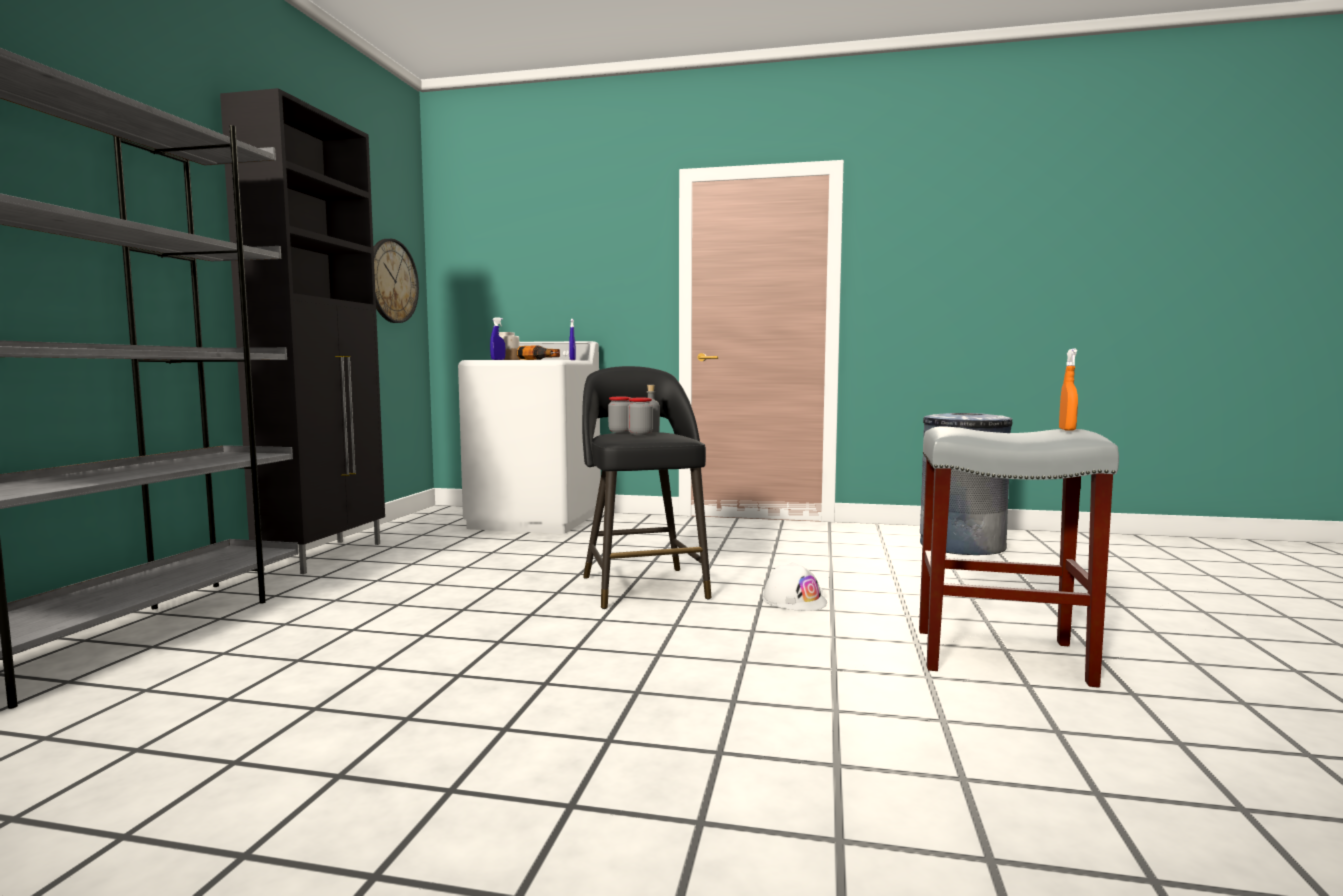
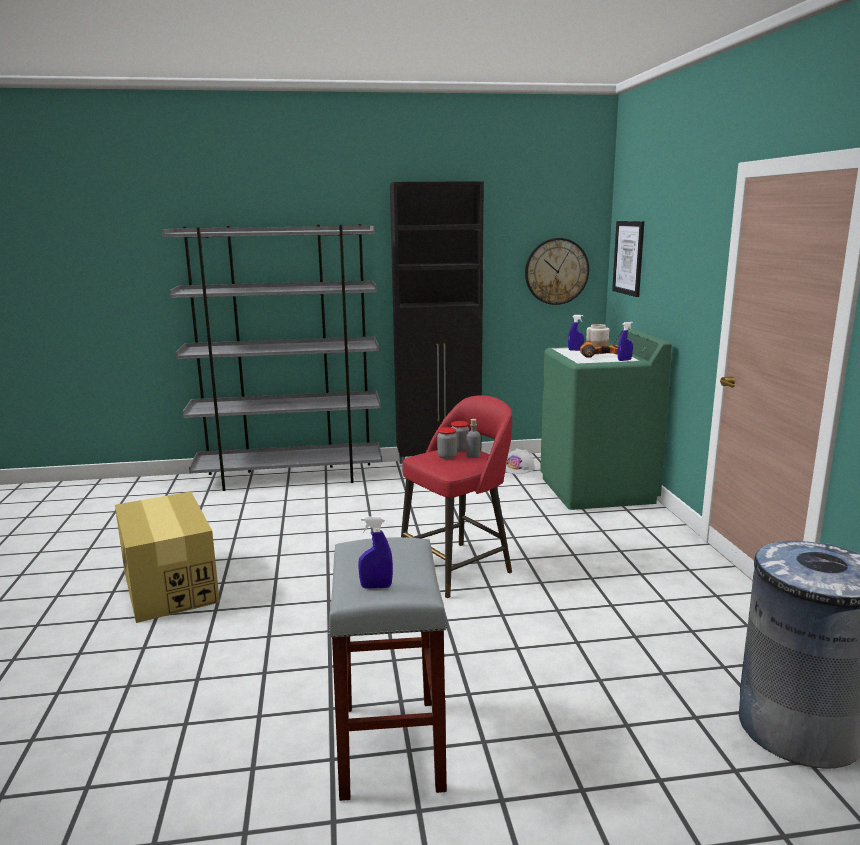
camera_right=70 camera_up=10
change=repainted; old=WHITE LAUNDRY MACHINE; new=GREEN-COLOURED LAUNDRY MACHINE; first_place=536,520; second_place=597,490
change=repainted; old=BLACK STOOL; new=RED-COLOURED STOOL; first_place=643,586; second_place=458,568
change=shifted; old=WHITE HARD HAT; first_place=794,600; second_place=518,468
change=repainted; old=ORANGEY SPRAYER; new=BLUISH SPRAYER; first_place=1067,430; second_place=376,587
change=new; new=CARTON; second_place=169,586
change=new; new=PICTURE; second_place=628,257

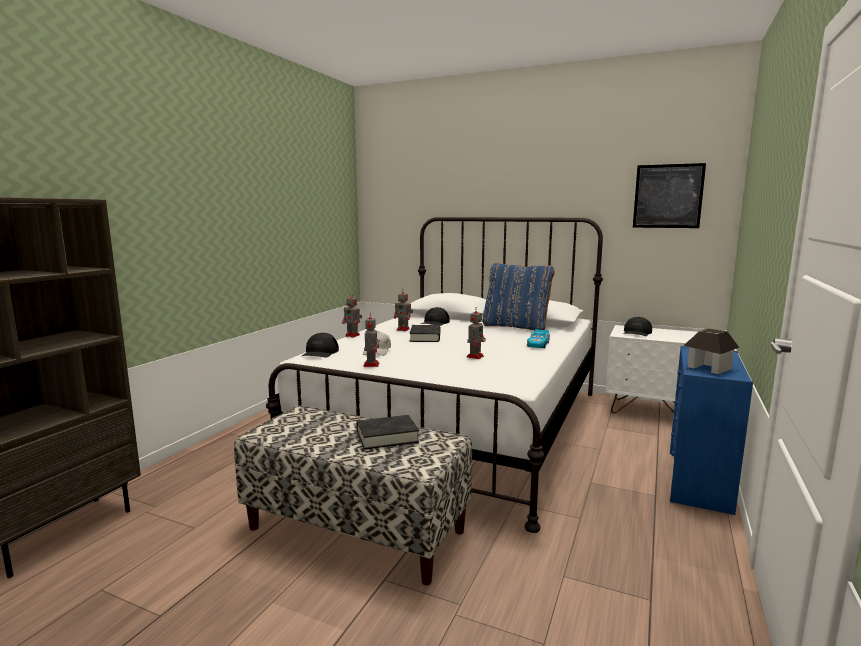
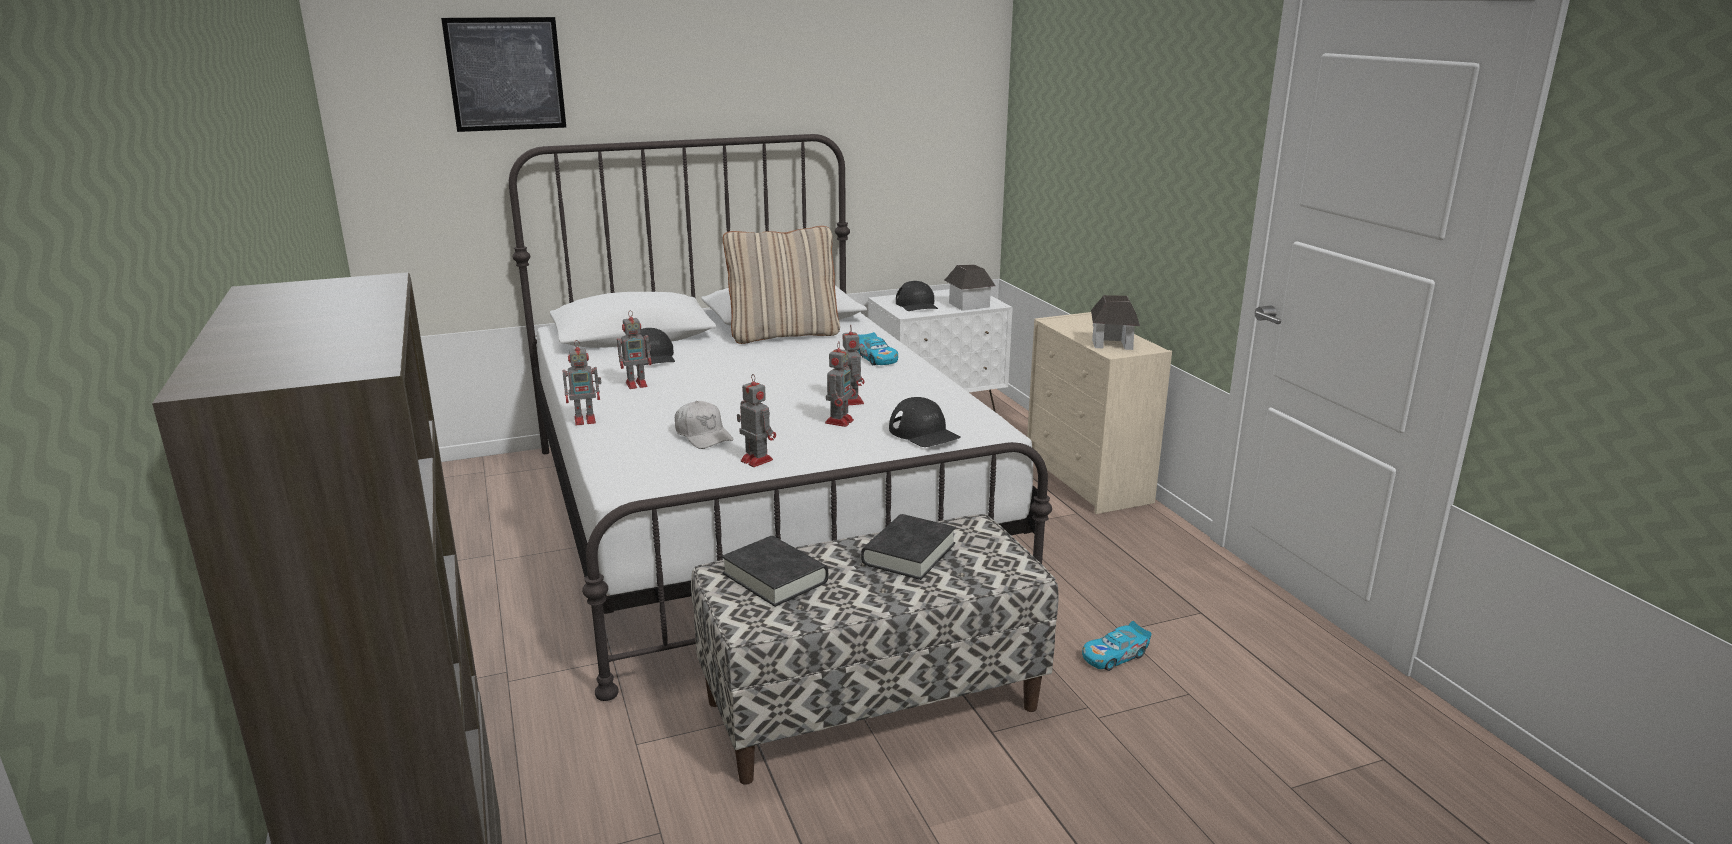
camera_right=-45 camera_up=10
change=shifted; old=BLACK PEAKED CAP; first_place=320,352; second_place=924,433
change=shifted; old=BLACK VOLUME; first_place=425,337; second_place=775,578
change=repainted; old=BLUISH PILLOW; new=SAND-COLOURED PILLOW; first_place=516,327; second_place=784,334
change=shifted; old=PICTURE; first_place=668,196; second_place=505,74
change=repainted; old=BLUISH CHEST OF DRAWERS; new=SAND-COLOURED CHEST OF DRAWERS; first_place=699,481; second_place=1088,481
change=new; new=ROBOT FIGURE; second_place=840,421
change=new; new=MODEL HOUSE; second_place=969,305
change=new; new=TOY CAR; second_place=1114,655

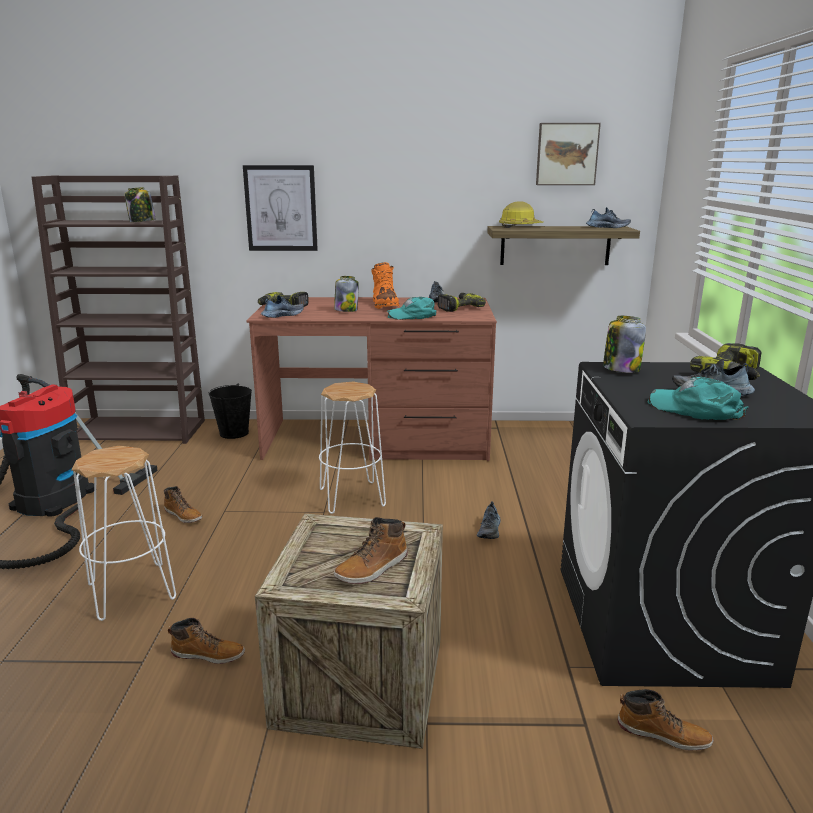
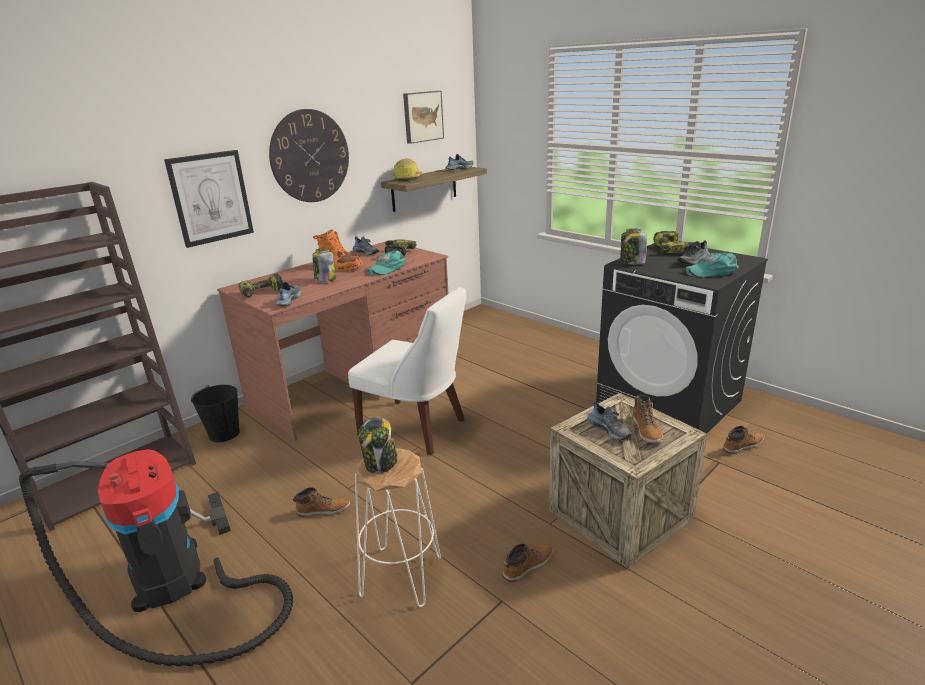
camera_right=-45 camera_up=5
change=shifted; old=PRESERVE JAR; first_place=142,222; second_place=381,463
change=swapped; old=WHITE STOOL; new=WHITE PLAIN CHAIR; first_place=351,497; second_place=416,428
change=shifted; old=SHOE; first_place=490,530; second_place=610,429
change=new; new=CLOCK ON THE WALL; second_place=310,156

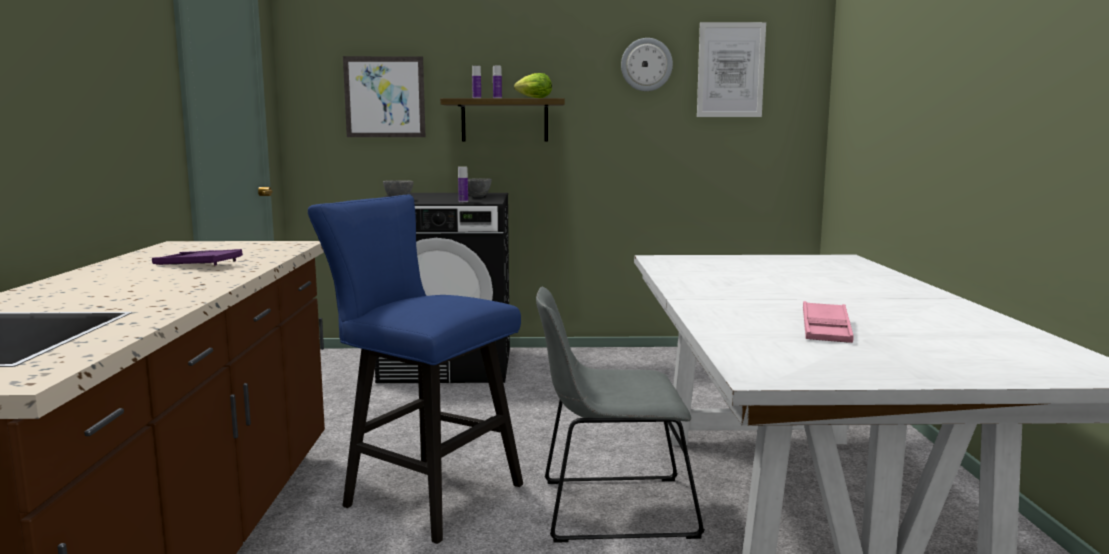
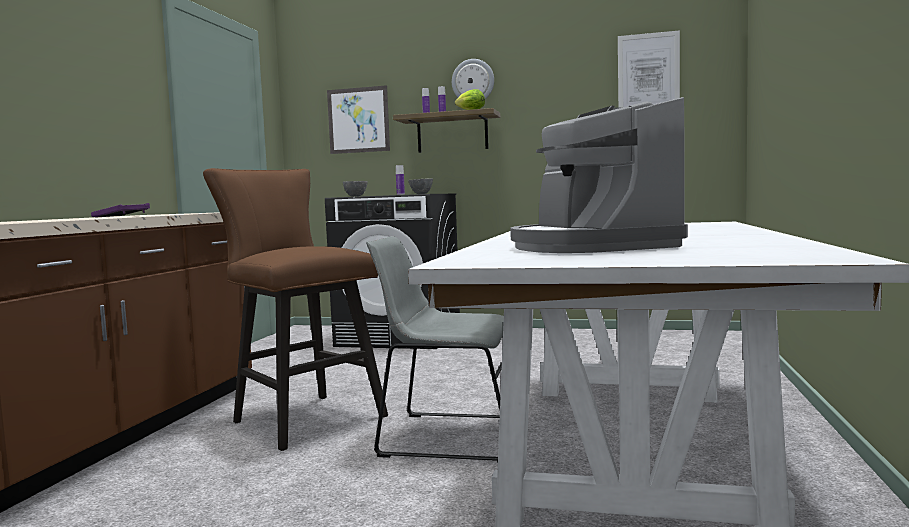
camera_right=15 camera_up=-5
change=repainted; old=BLUISH STOOL; new=BROWNISH STOOL; first_place=423,494; second_place=302,418
change=shifted; old=CLOCK ON THE WALL; first_place=646,64; second_place=473,81
change=swapped; old=PINKISH CARRYING TRAY; new=COFFEE MACHINE; first_place=826,329; second_place=589,246

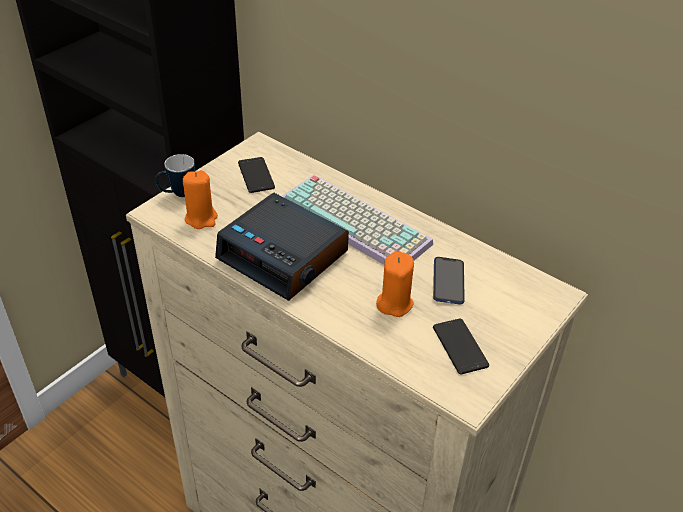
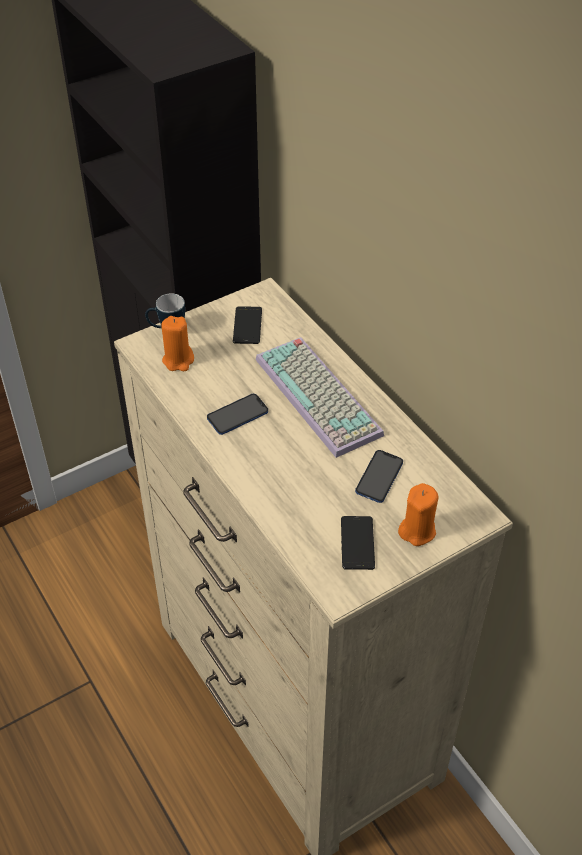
camera_right=20 camera_up=5
change=swapped; old=ALARM CLOCK; new=HANDSET; first_place=284,256; second_place=237,415
change=shifted; old=ORANGEY WAX LIGHT; first_place=394,303; second_place=417,530

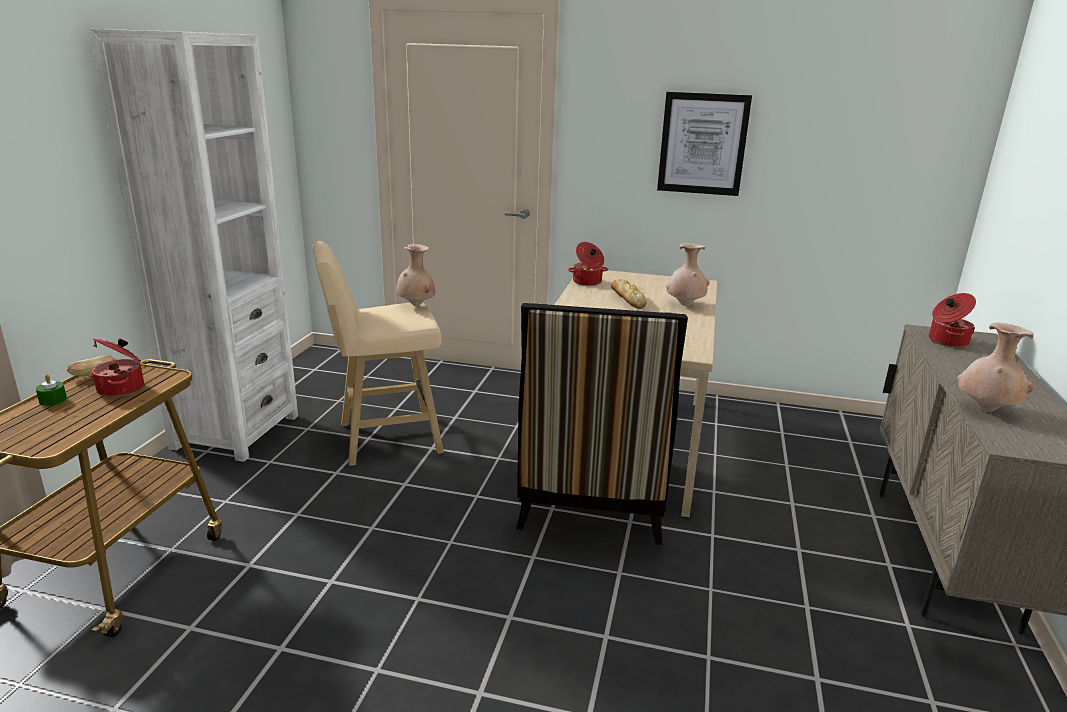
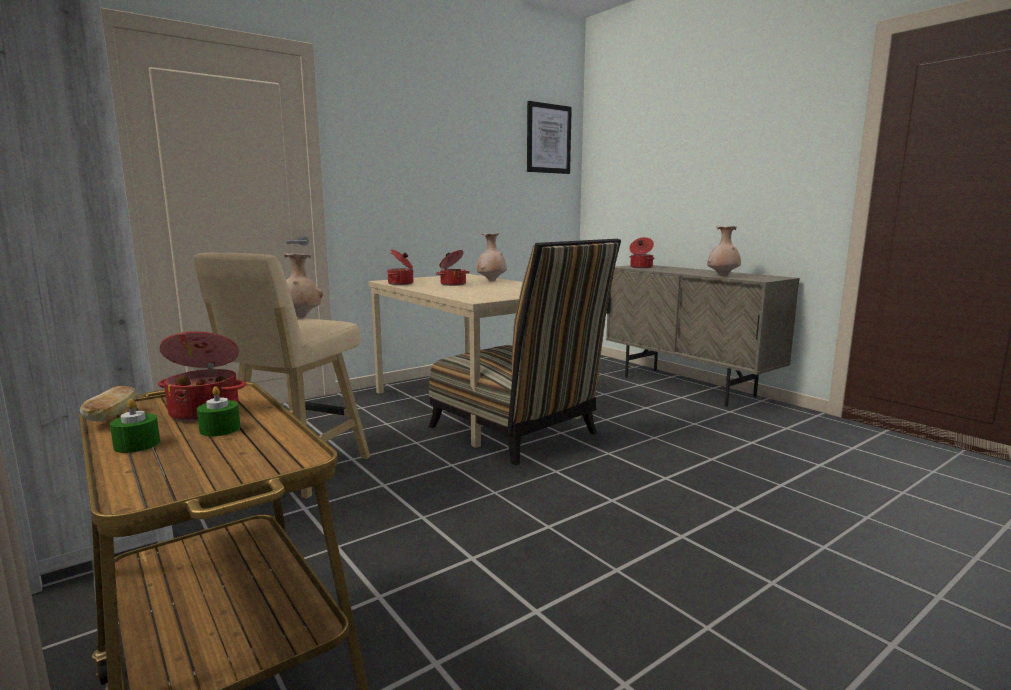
camera_right=-50 camera_up=-10
change=swapped; old=BAKED BREAD; new=STOCKPOT; first_place=627,298; second_place=452,284
change=shifted; old=PICTURE; first_place=703,144; second_place=548,139
change=new; new=GREEN-COLOURED WAX LIGHT; second_place=220,429

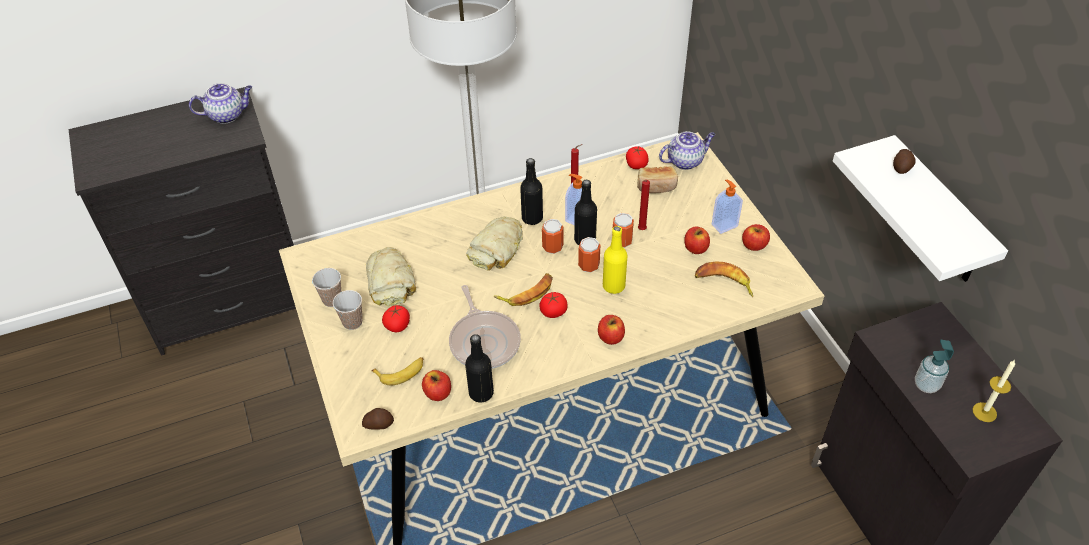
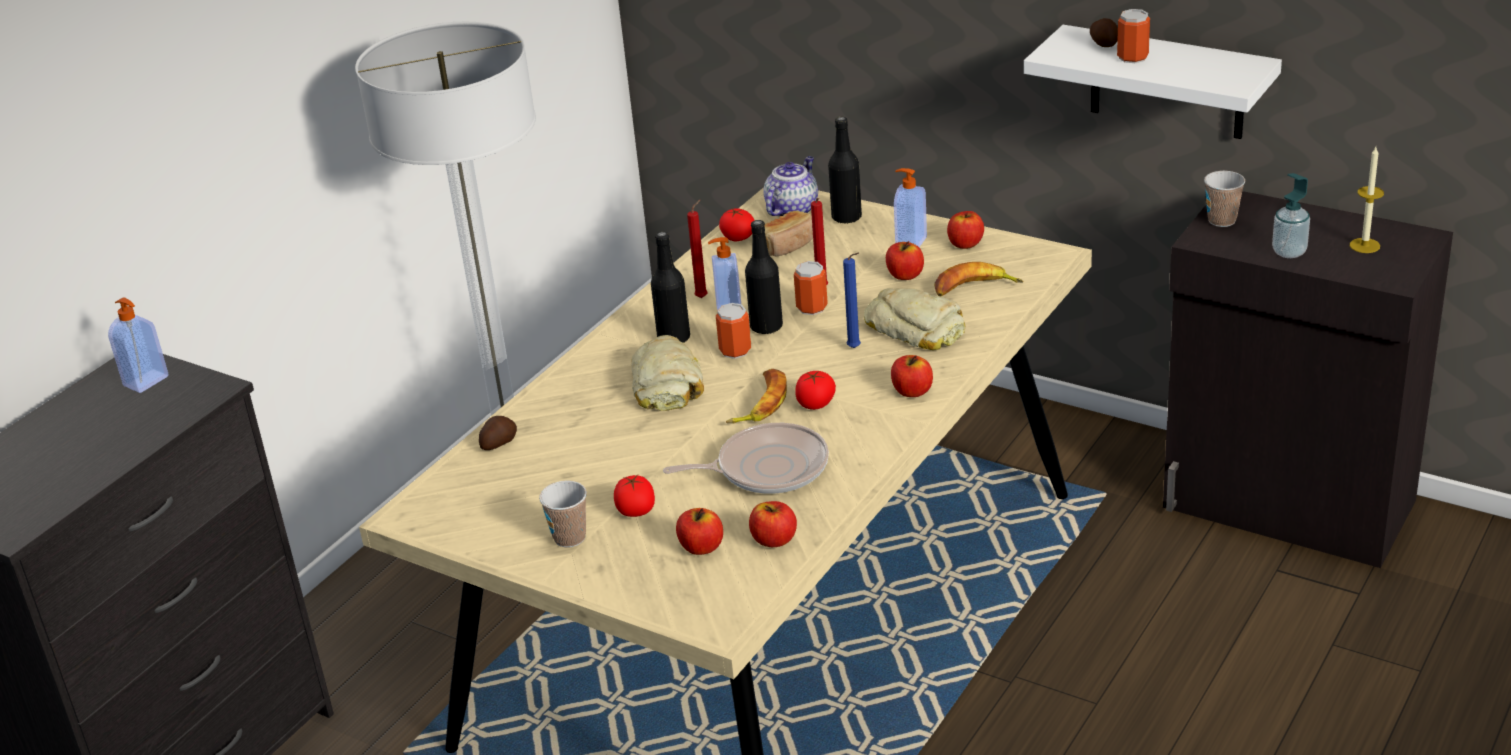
camera_right=-35 camera_up=-15
change=swapped; old=TEA POT; new=LIQUID SOAP BOTTLE; first_place=227,115; second_place=147,381
change=shifted; old=DRINKING CUP; first_place=332,300; second_place=1222,220
change=shifted; old=POTATO; first_place=378,424; second_place=498,443
change=shifted; old=BAKED BREAD; first_place=390,282; second_place=916,329
change=swapped; old=WHOLE BANANA; new=APPLE FRUIT; first_place=401,372; second_place=701,547
change=rotated; old=PAN; first_place=484,341; second_place=766,468; degrees=-45
change=shifted; old=BLACK DRINK BOTTLE; first_place=481,393; second_place=846,217
change=shifted; old=METAL CAN; first_place=589,265; second_place=1132,57
change=swapped; old=YELLOWISH DRINK BOTTLE; new=BLUISH WAX LIGHT; first_place=613,286; second_place=855,348

